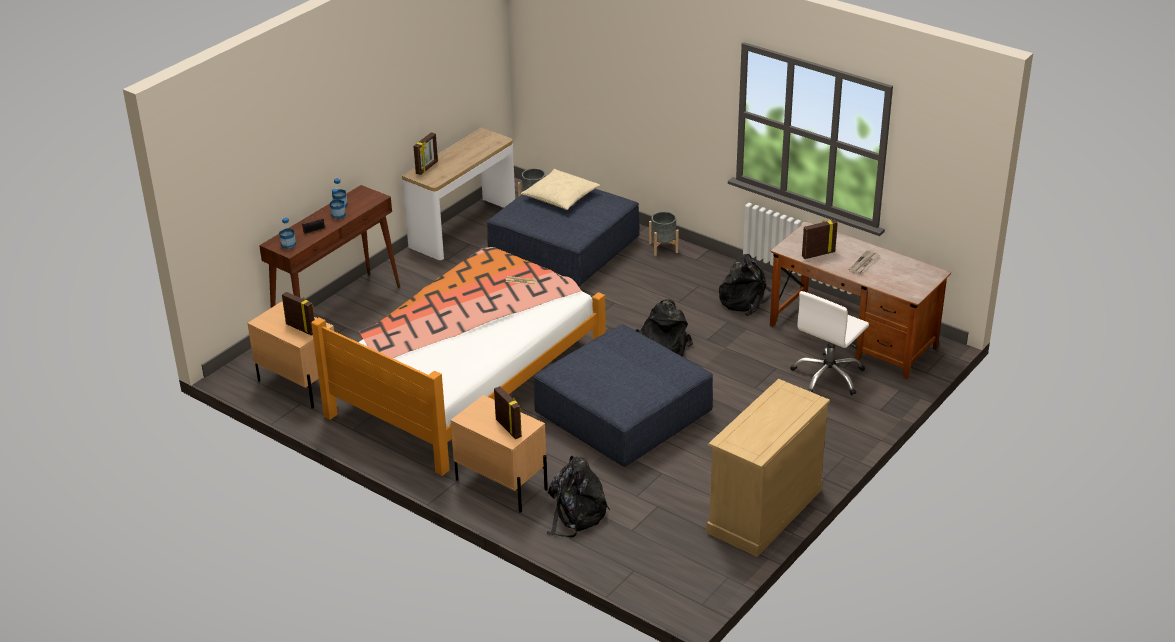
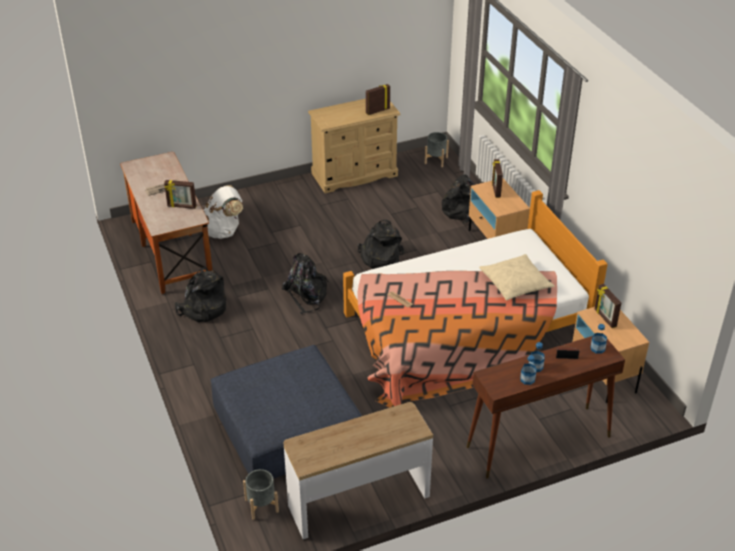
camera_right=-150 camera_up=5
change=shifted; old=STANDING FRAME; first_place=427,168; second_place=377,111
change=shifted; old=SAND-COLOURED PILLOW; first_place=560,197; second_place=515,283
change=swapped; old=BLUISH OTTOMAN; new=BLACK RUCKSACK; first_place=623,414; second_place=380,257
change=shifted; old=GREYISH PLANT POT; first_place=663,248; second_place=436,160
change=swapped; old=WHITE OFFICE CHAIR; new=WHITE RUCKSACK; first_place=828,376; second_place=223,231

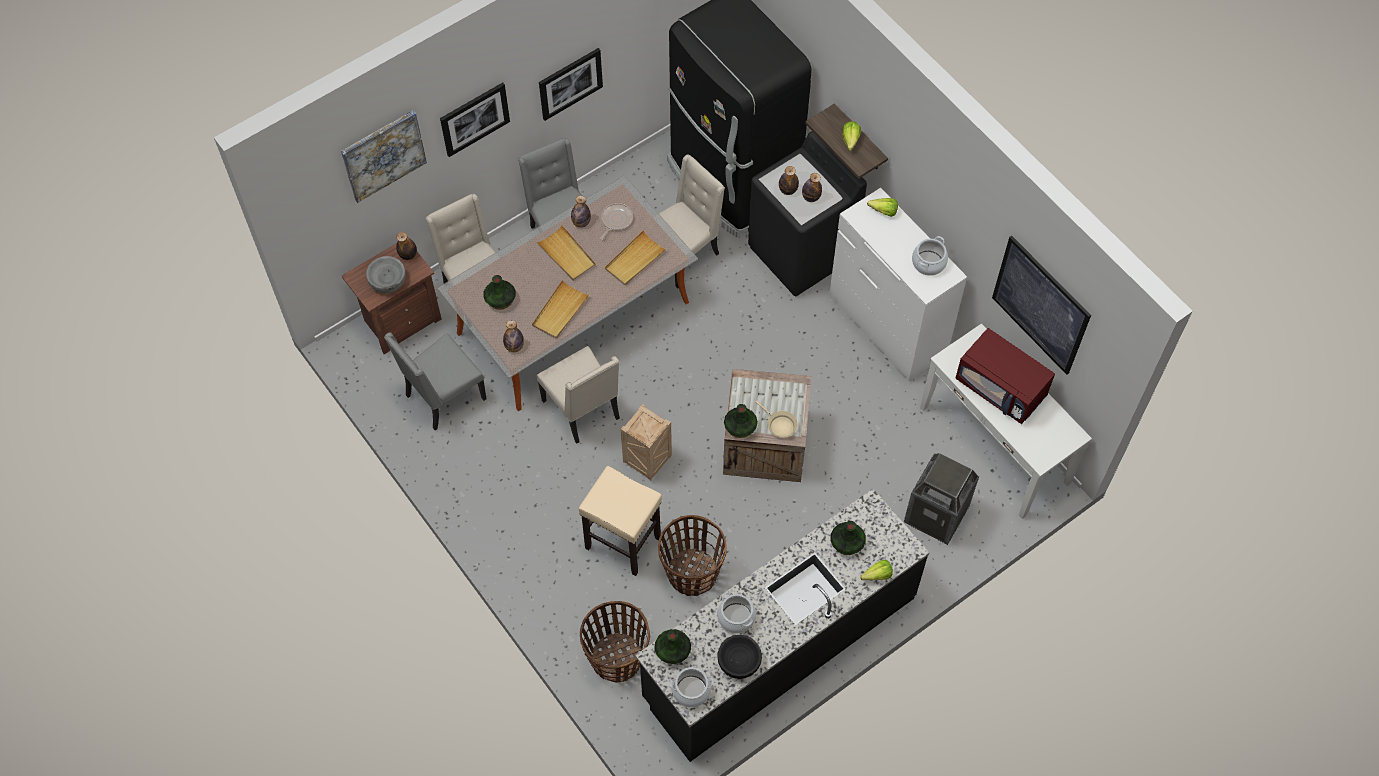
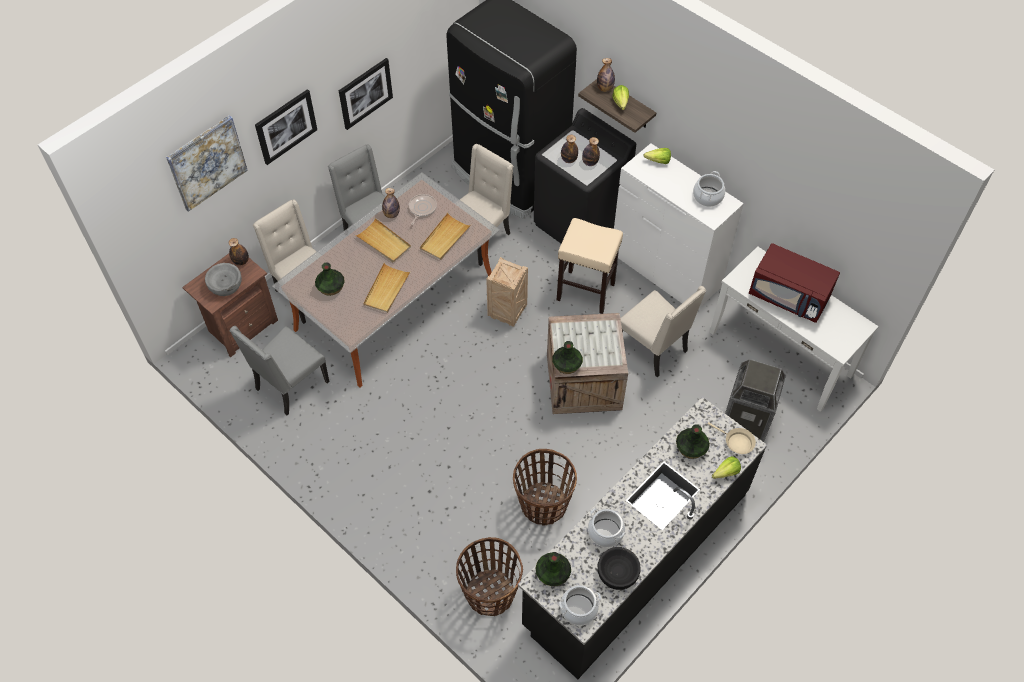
camera_right=-10 camera_up=-5
change=shifted; old=DRINK BOTTLE; first_place=514,347; second_place=605,88
change=shifted; old=SAND-COLOURED PLAIN CHAIR; first_place=583,410; second_place=653,349
change=shifted; old=SAND-COLOURED STOOL; first_place=624,543; second_place=586,292
change=shifted; old=PACKING CRATE; first_place=646,461; second_place=506,313
change=shifted; old=SAND-COLOURED PAN; first_place=779,425; second_place=736,442
change=gone; old=PICTURE; first_place=1040,305

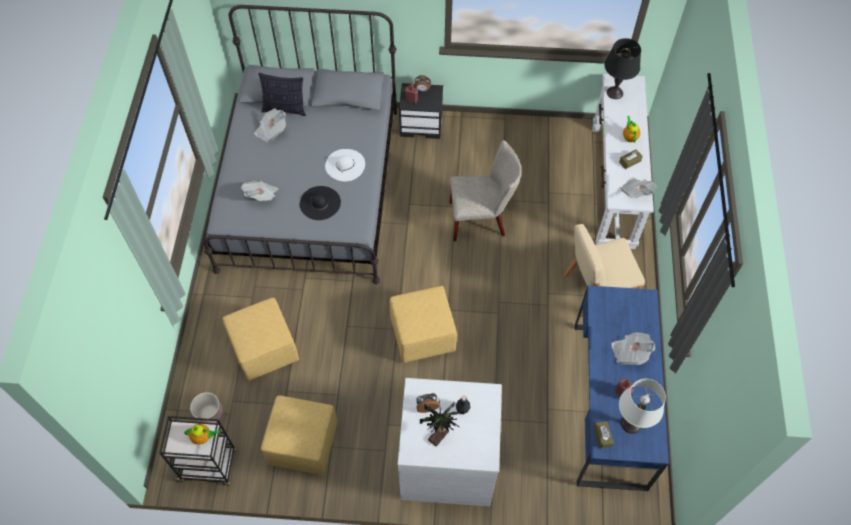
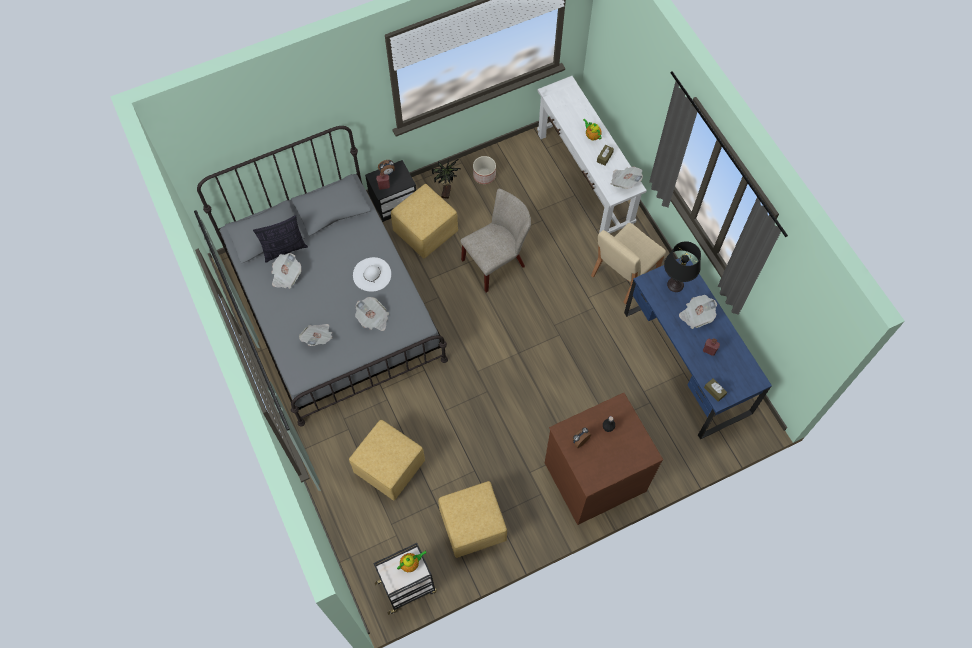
camera_right=-30 camera_up=5
change=shifted; old=PLANT POT; first_place=209,414; second_place=484,175
change=swapped; old=BLACK WEARABLE HAT; new=NEWSPAPER; first_place=320,203; second_place=373,318
change=shifted; old=YELLOWISH OTTOMAN; first_place=422,336; second_place=426,232
change=repainted; old=WHITE CHEST OF DRAWERS; new=BROWNISH CHEST OF DRAWERS; first_place=447,462; second_place=594,475
change=shifted; old=PLANT IN A POT; first_place=440,436; second_place=447,192
change=shifted; old=BLACK LAMP FOR A TABLE; first_place=615,93; second_place=675,284
change=gone; old=WHITE LAMP FOR A TABLE; first_place=631,424

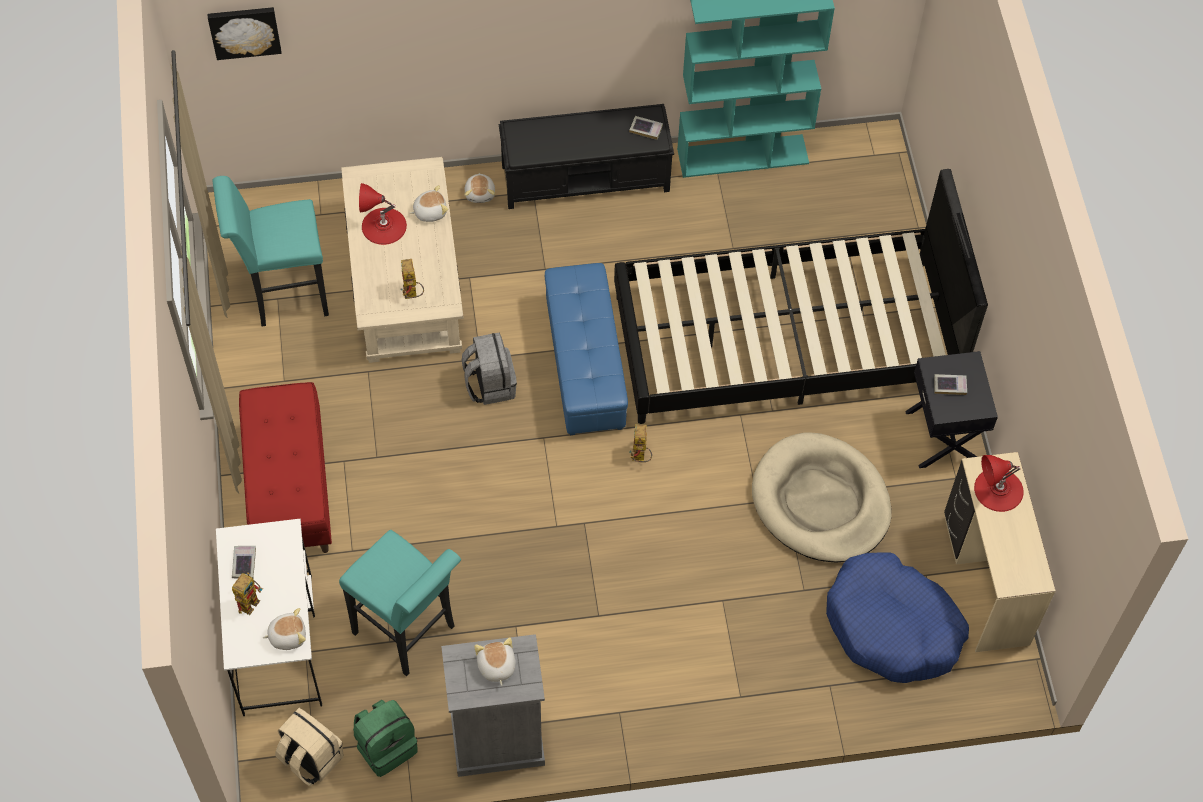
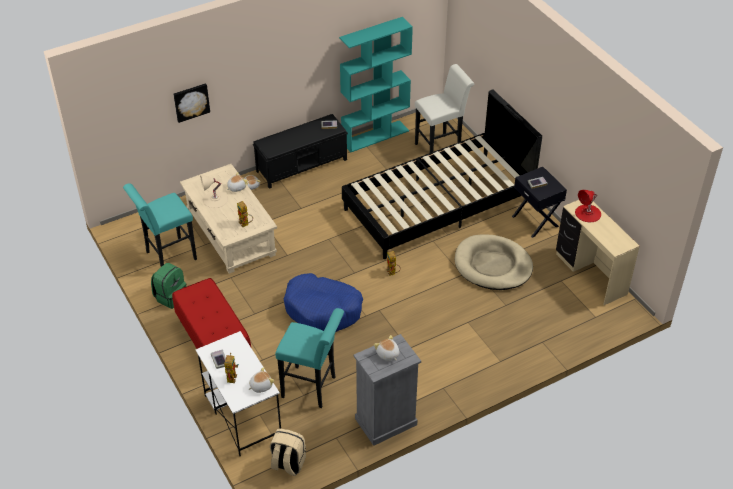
camera_right=-20 camera_up=-15
change=shifted; old=PICTURE; first_place=244,31; second_place=191,102
change=shifted; old=GREEN-COLOURED RUCKSACK; first_place=386,746; second_place=170,296
change=repainted; old=RED-COLOURED LAMP FOR A TABLE; new=SAND-COLOURED LAMP FOR A TABLE; first_place=384,226; second_place=215,200
change=gone; old=GREYISH RUCKSACK; first_place=490,384
change=gone; old=BLUISH OTTOMAN; first_place=586,364
change=shifted; old=BLUISH PET BED; first_place=892,626; second_place=323,309
change=new; new=WHITE STOOL; second_place=441,148

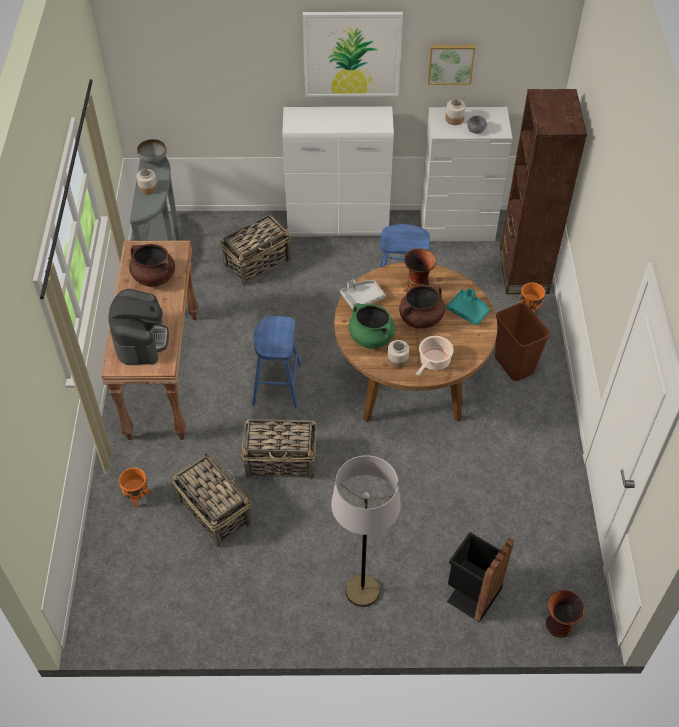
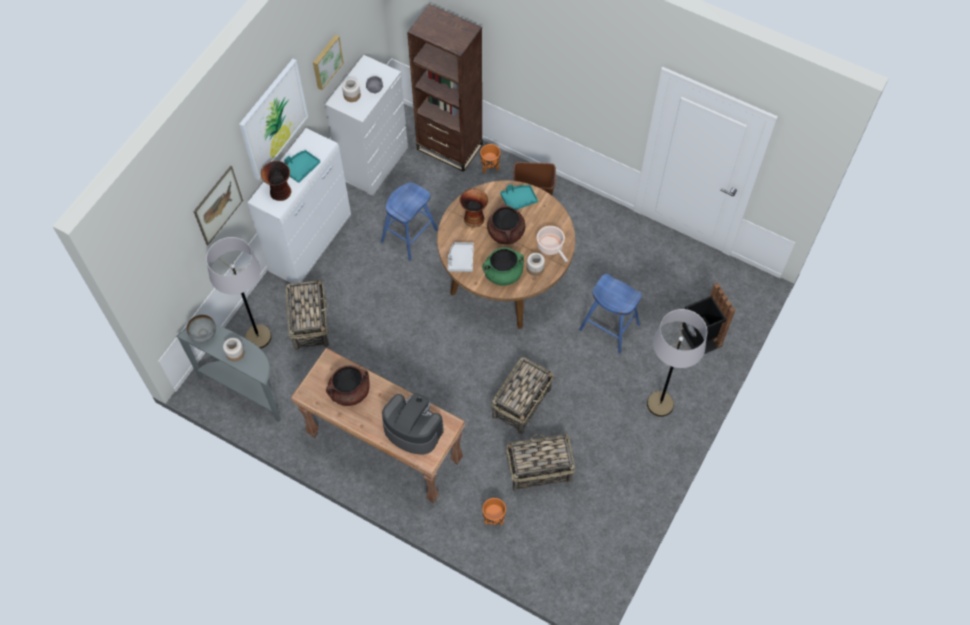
camera_right=-60 camera_up=10
change=shifted; old=BLUISH STOOL; first_place=277,385; second_place=609,327
change=shifted; old=VASE; first_place=558,625; second_place=280,193
change=new; new=PICTURE; second_place=218,205
change=new; new=GREYISH STANDARD LAMP; second_place=258,337
change=new; new=TURQUOISE-COLOURED CARRYING TRAY; second_place=300,168

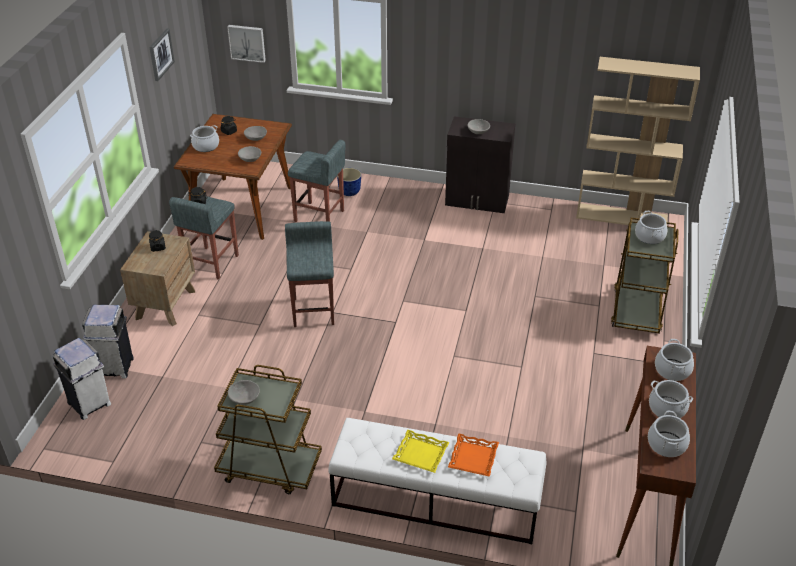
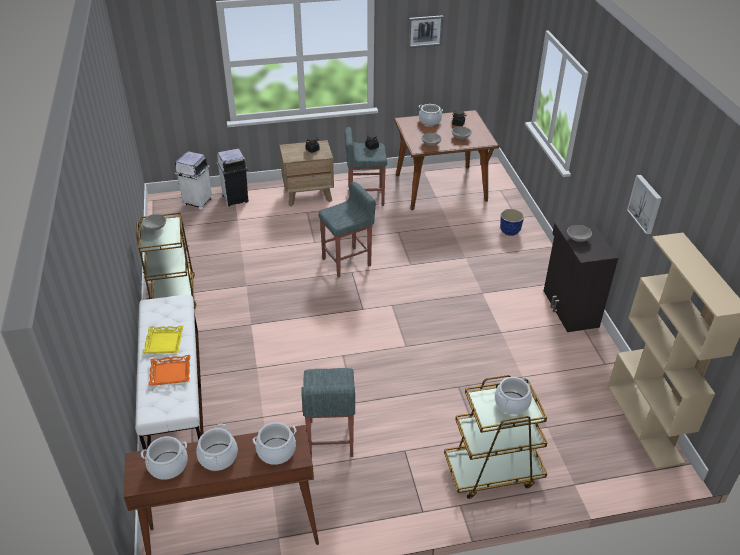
camera_right=65 camera_up=0
change=shifted; old=PICTURE; first_place=247,42; second_place=646,204
change=shifted; old=GREYISH STOOL; first_place=319,216; second_place=330,439

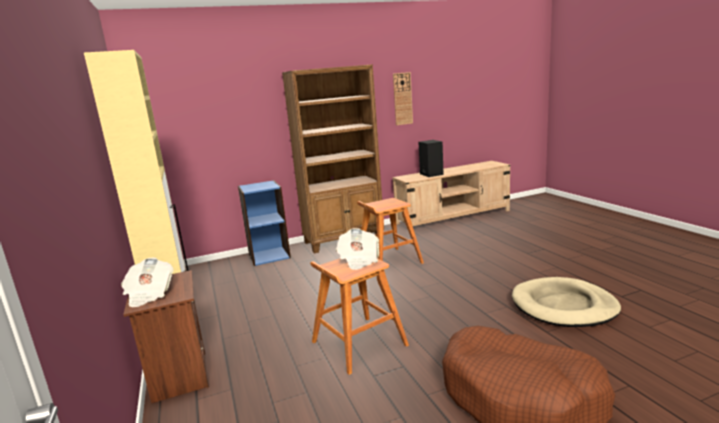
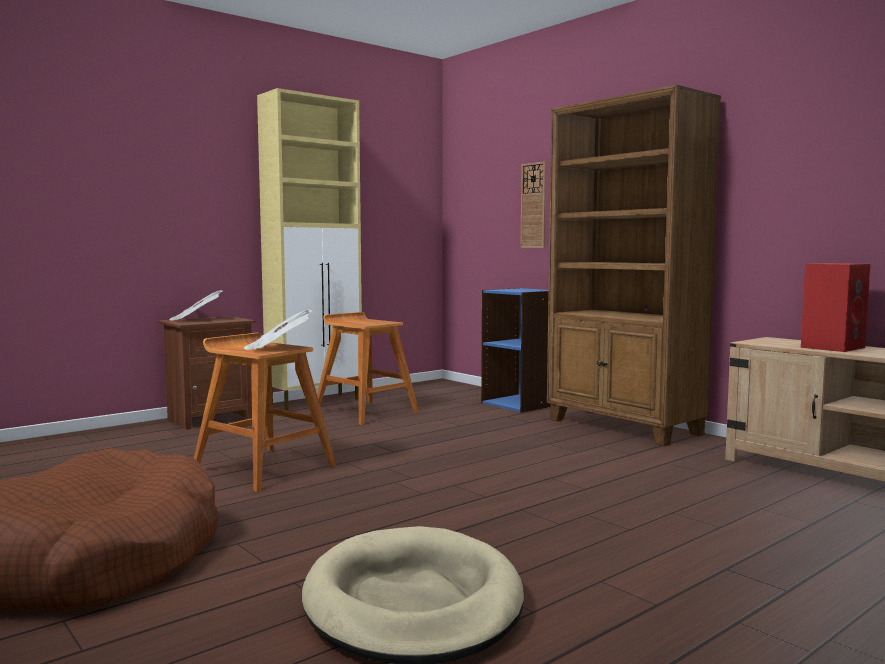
camera_right=70 camera_up=-10
change=shifted; old=BROWNISH STOOL; first_place=388,261; second_place=365,412
change=shifted; old=CLOCK ON THE WALL; first_place=402,99; second_place=534,205
change=repainted; old=BLACK LOUDSPEAKER; new=RED-COLOURED LOUDSPEAKER; first_place=430,174; second_place=832,347

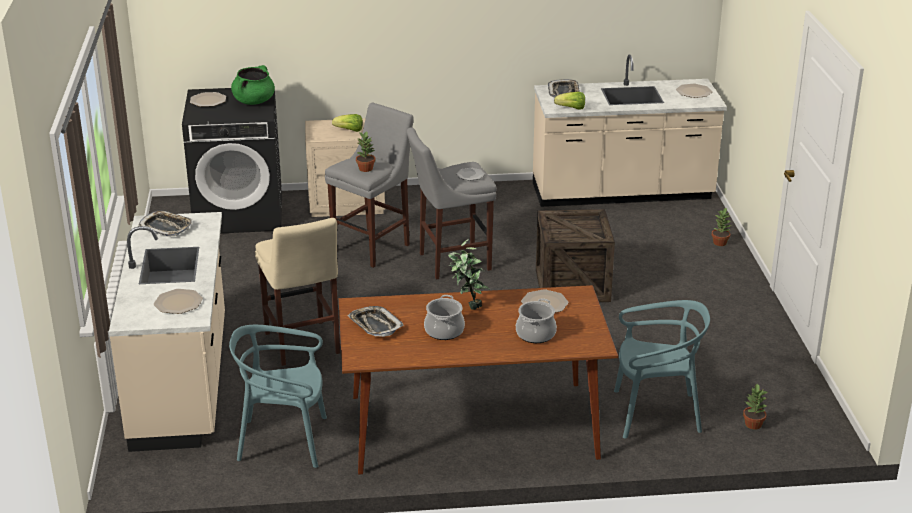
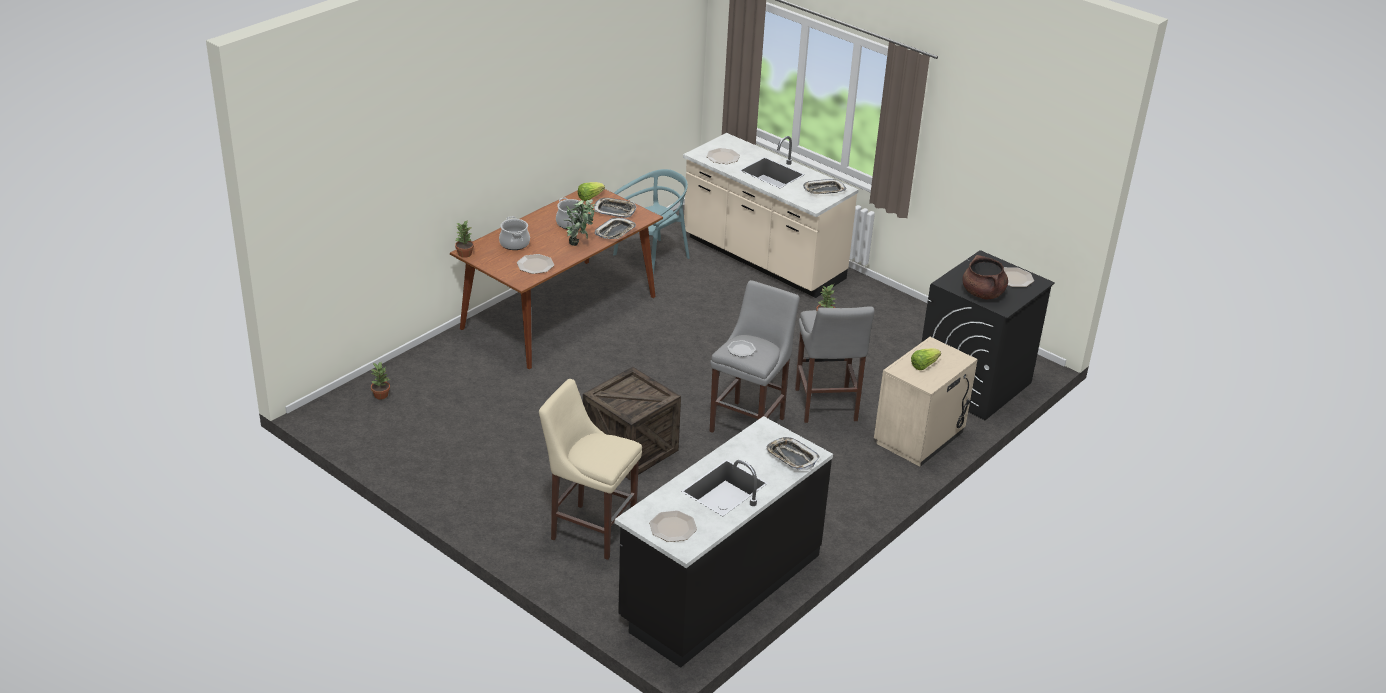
camera_right=135 camera_up=5
change=repainted; old=GREEN-COLOURED STOCKPOT; new=BROWNISH STOCKPOT; first_place=254,101; second_place=983,293
change=shifted; old=SAND-COLOURED STOOL; first_place=303,345; second_place=589,529
change=repainted; old=SAND-COLOURED KITCHEN COUNTER; new=BLACK KITCHEN COUNTER; first_place=622,193; second_place=719,588
change=shifted; old=LETTUCE HEAD; first_place=571,108; second_place=590,197
change=gone; old=TURQUOISE-COLOURED PLAIN CHAIR; first_place=655,414
change=shifted; old=PLANT IN A POT; first_place=720,243; second_place=464,254
change=new; new=CARRYING TRAY; second_place=615,232

